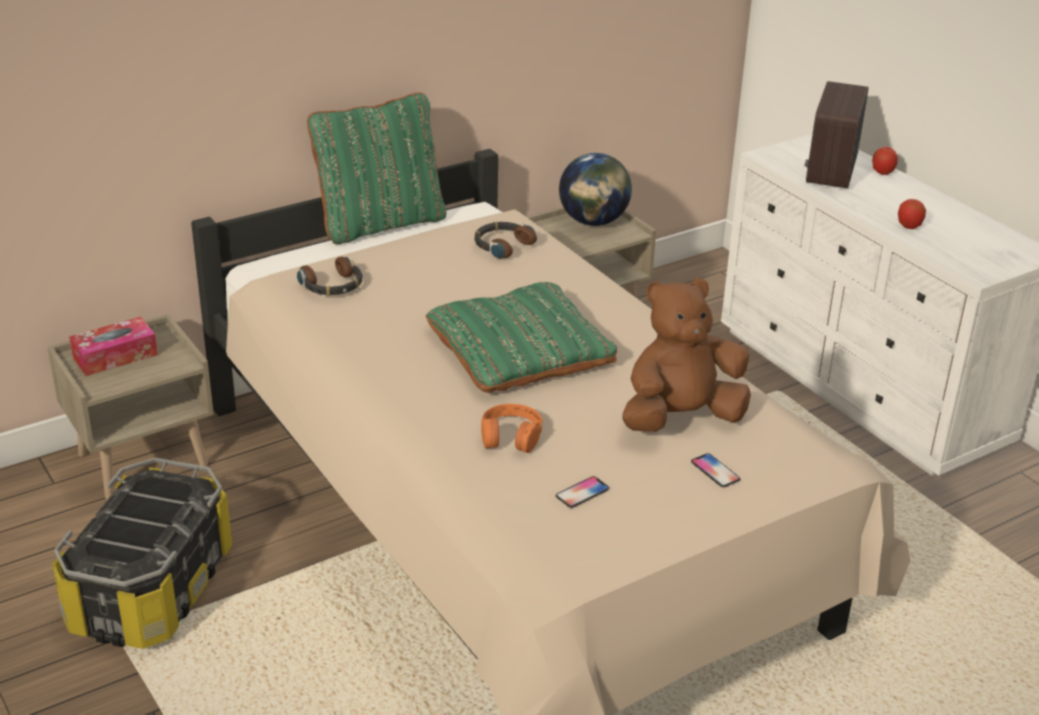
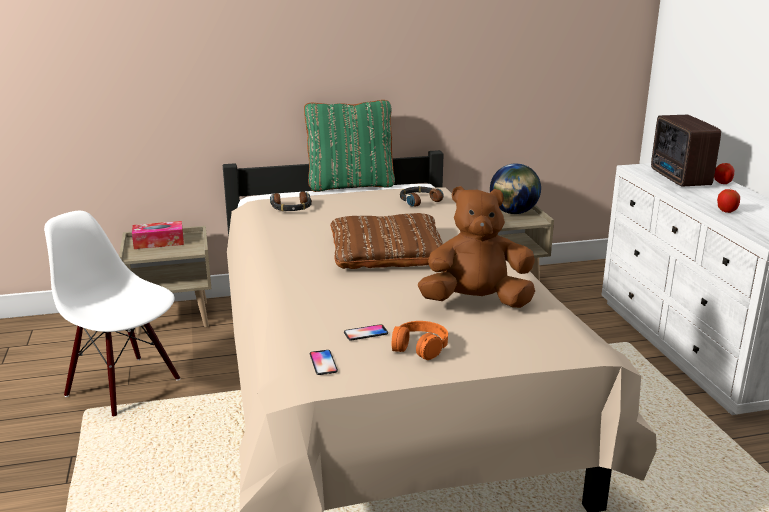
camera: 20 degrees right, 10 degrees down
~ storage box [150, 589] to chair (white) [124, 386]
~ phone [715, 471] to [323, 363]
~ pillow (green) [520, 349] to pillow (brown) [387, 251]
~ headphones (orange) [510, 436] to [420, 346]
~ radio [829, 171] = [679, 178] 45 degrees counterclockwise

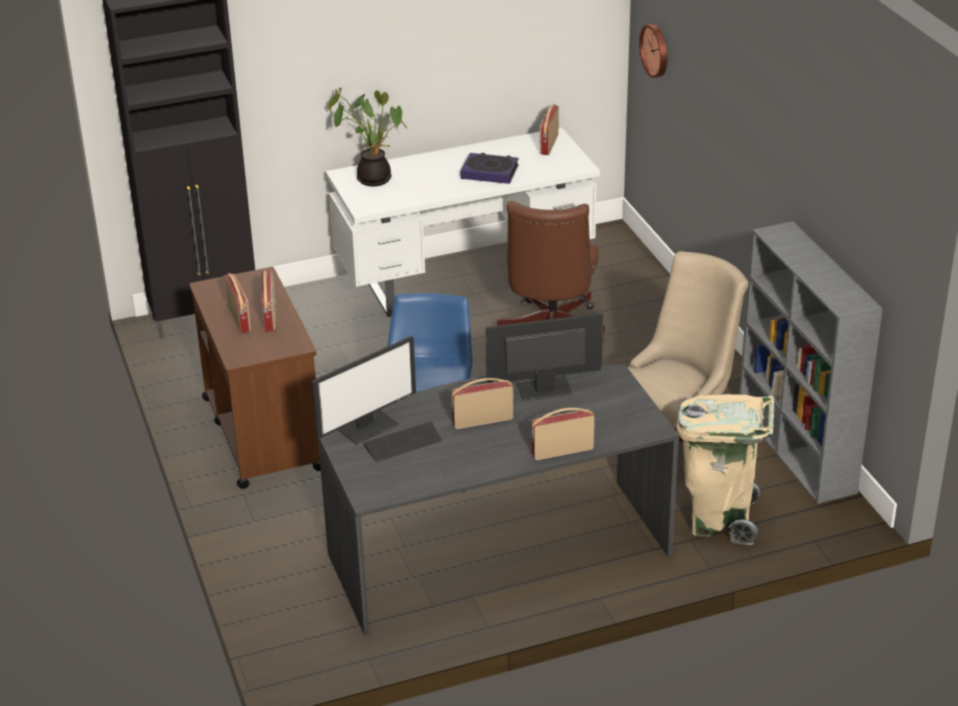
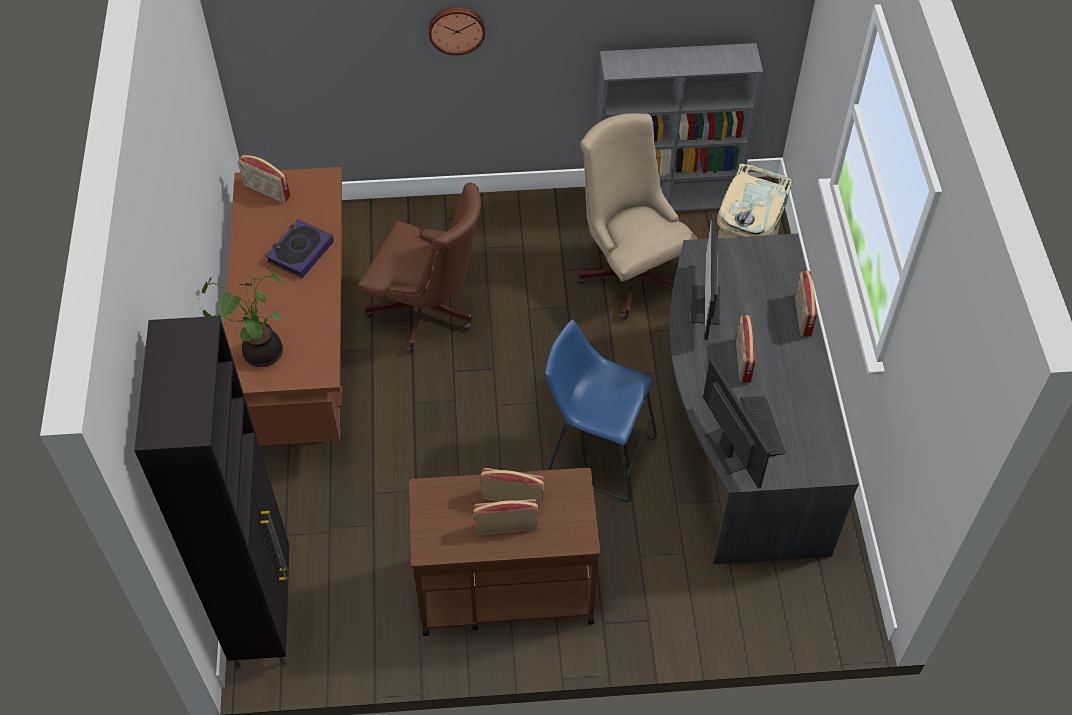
camera: 75 degrees left, 20 degrees up
~ desk (white) [465, 280] to desk (brown) [302, 357]
~ wall clock [656, 50] to [456, 29]

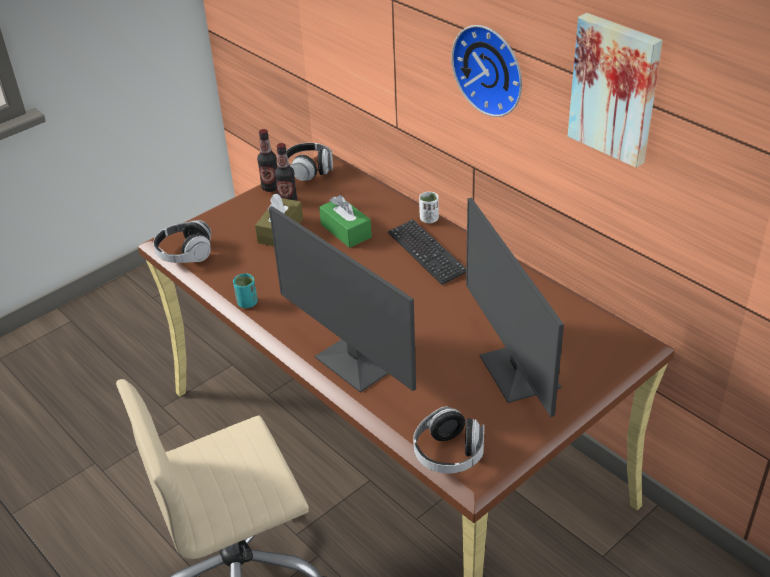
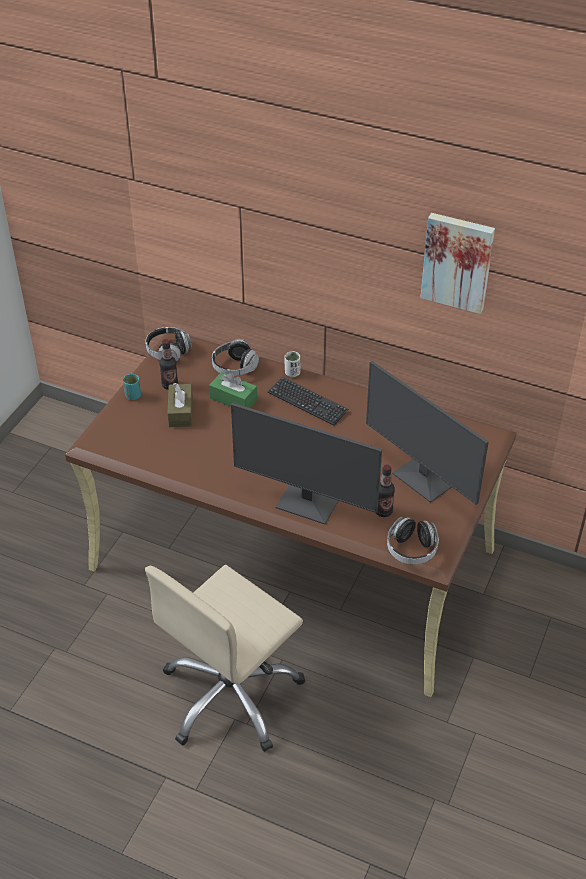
camera: 25 degrees left, 5 degrees up
~ cup (turquoise) [247, 303] to [133, 396]
~ headphones [185, 254] to [234, 367]
~ bottle [270, 187] to [383, 511]
- wall clock [491, 68]

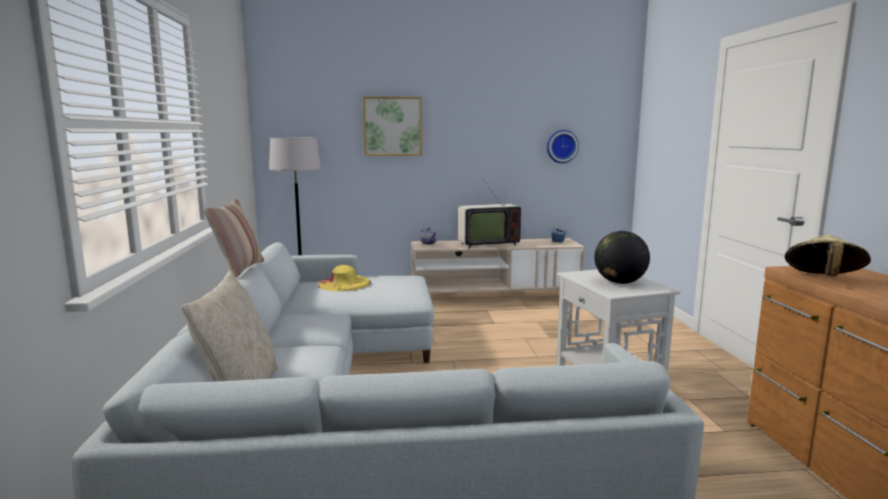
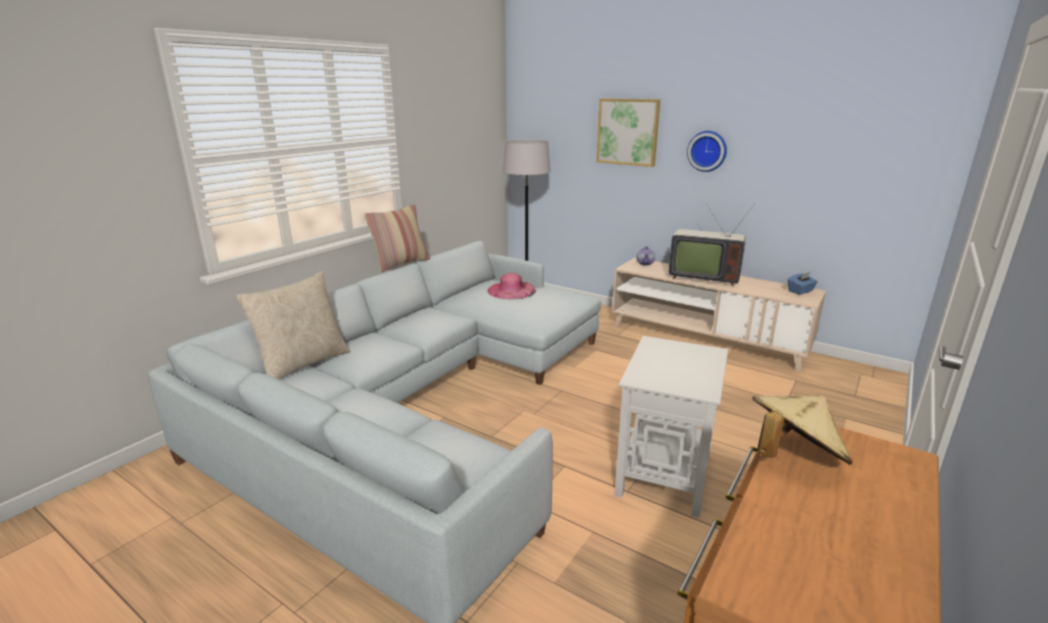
camera: 40 degrees right, 10 degrees up
~ hat (yellow) [344, 283] to hat (pink) [511, 290]
~ wall clock [561, 146] to [707, 151]
- globe [619, 282]

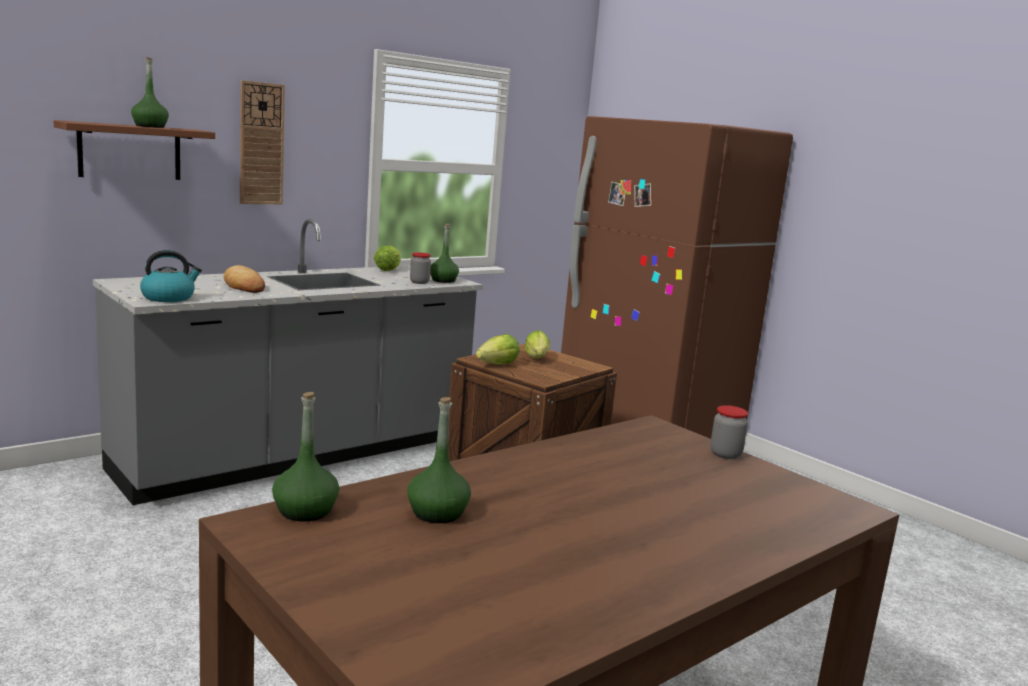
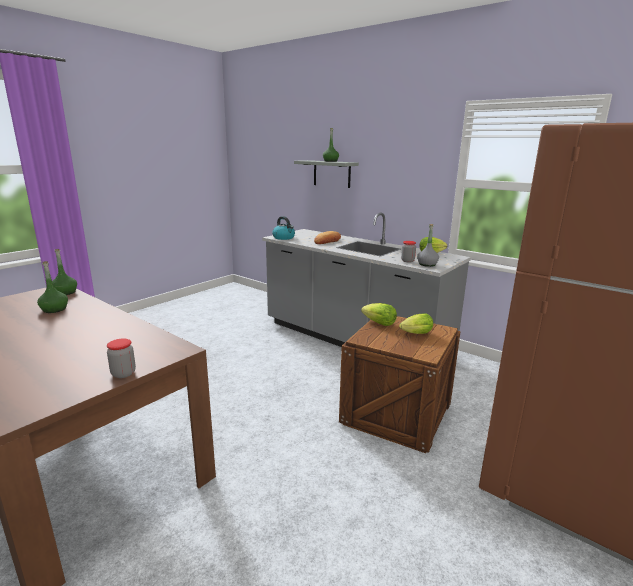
camera: 80 degrees right, 5 degrees up
~ shelf (brown) [130, 151] to shelf (grey) [332, 174]
~ bottle (green) [443, 280] to bottle (grey) [427, 264]
- wall clock [261, 144]

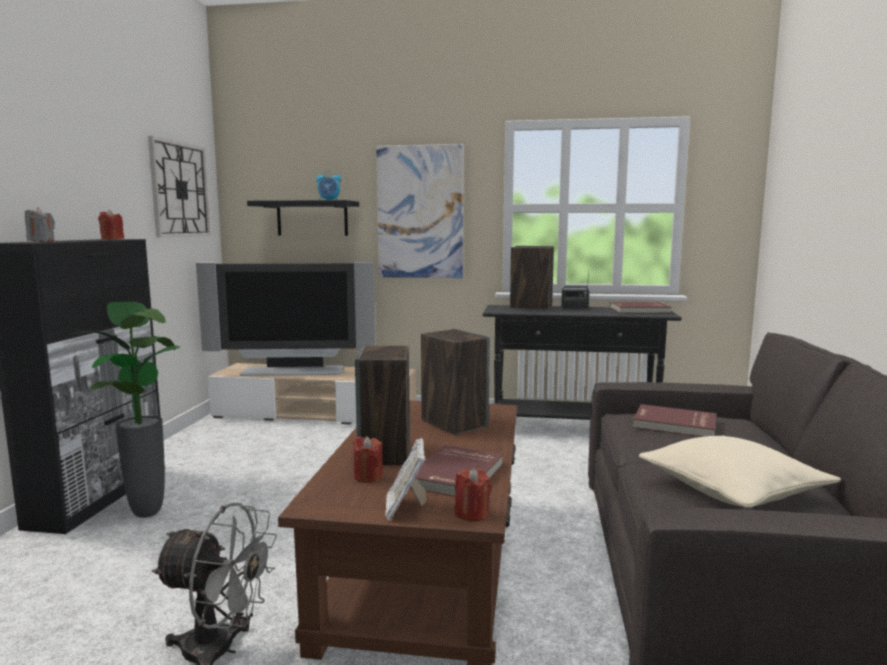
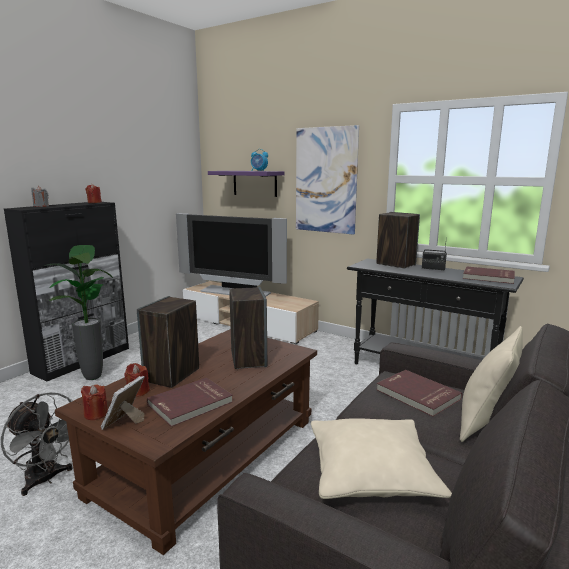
camera: 25 degrees right, 5 degrees up
~ candle (red) [472, 514] to [96, 414]
~ shelf (black) [312, 218] to shelf (purple) [254, 183]
+ pillow (beige) [485, 422]
- wall clock [180, 190]

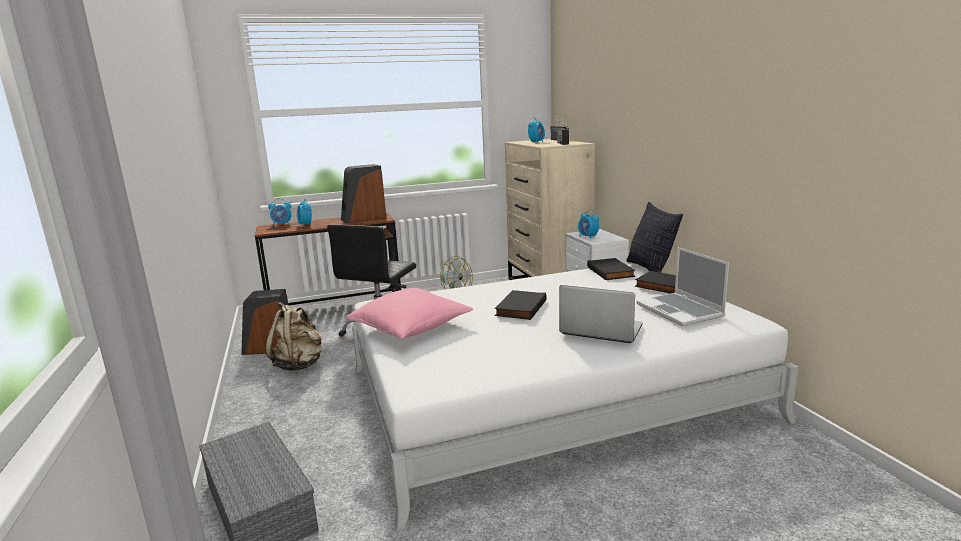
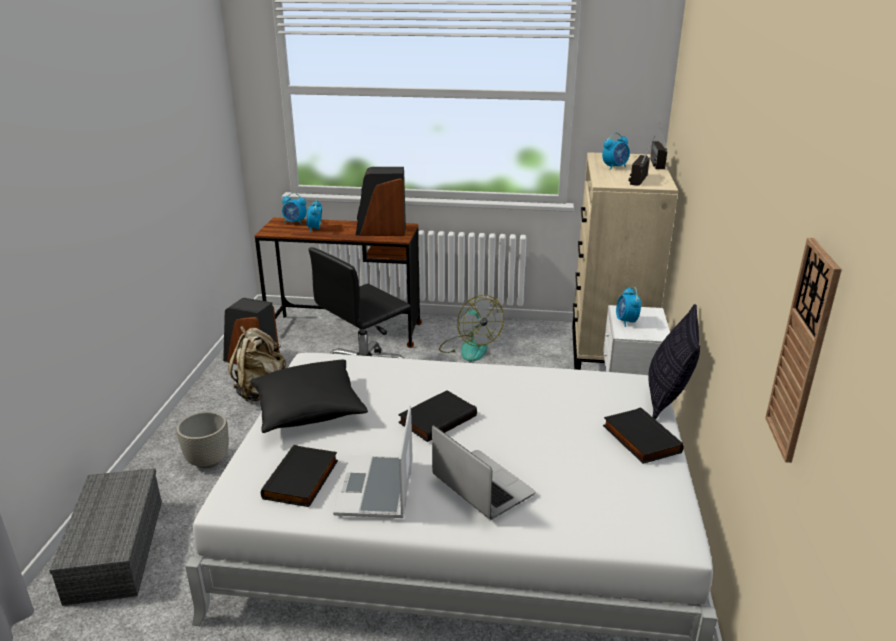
camera: 25 degrees right, 10 degrees up
+ planter (grey) [208, 461]
~ pillow (pink) [410, 327] to pillow (black) [308, 410]
~ book (black) [611, 272] to [302, 480]
~ laptop [681, 311] to [377, 489]
+ wall clock [802, 352]

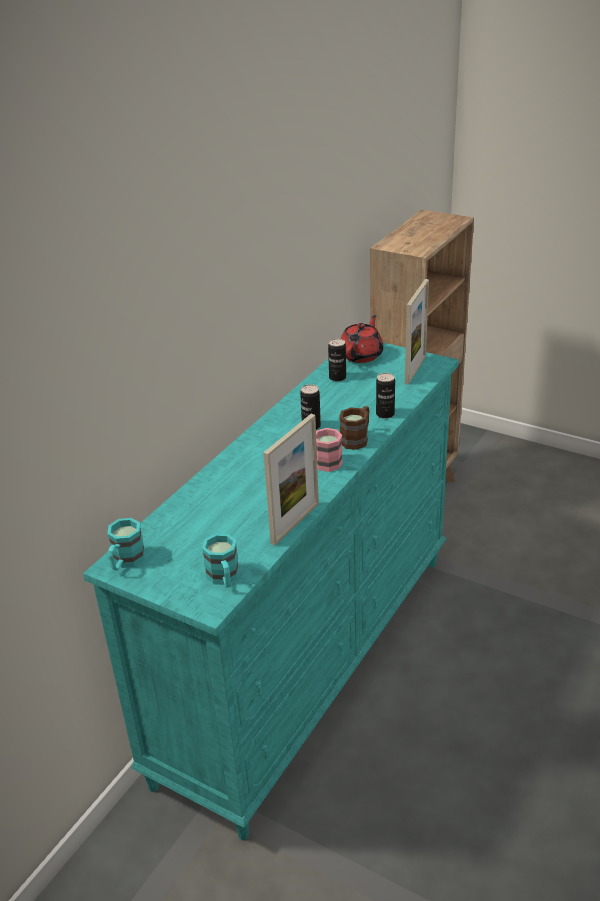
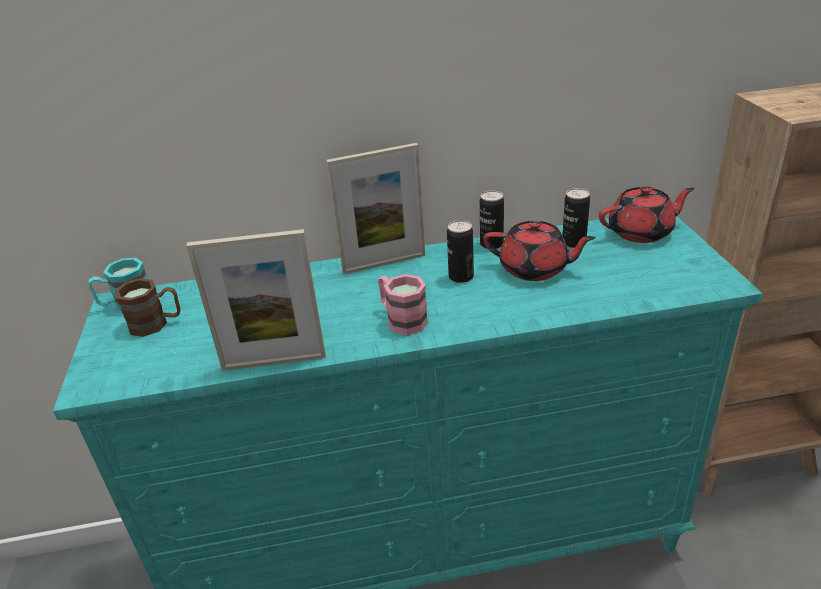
camera: 50 degrees right, 0 degrees up
~ mug (brown) [357, 438] to [156, 324]
~ picture frame [415, 369] to [384, 263]
~ can [385, 414] to [491, 244]
+ teapot (red) [535, 269]
- mug (turquoise) [224, 578]

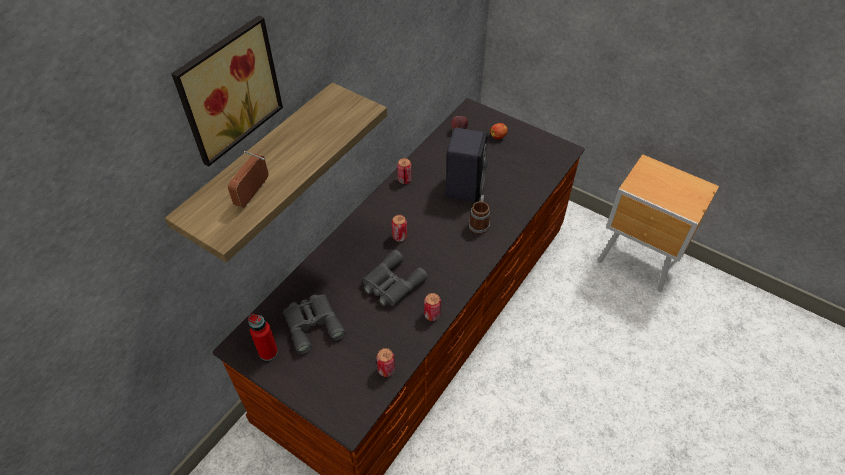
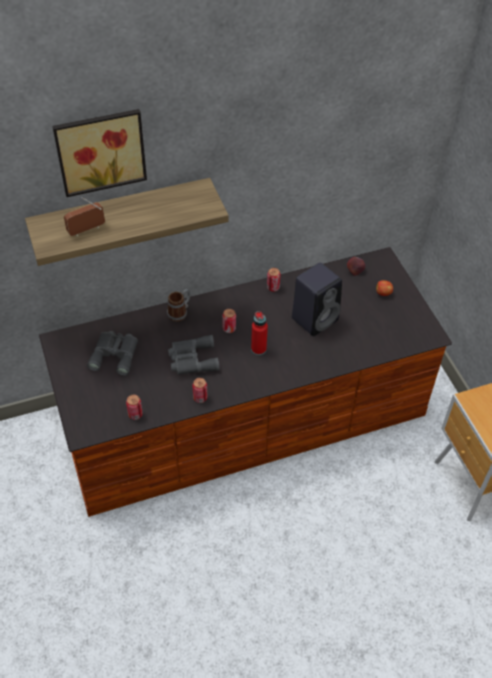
camera: 35 degrees right, 0 degrees up
~ mug [479, 223] to [180, 312]
~ bottle (red) [268, 352] to [258, 349]

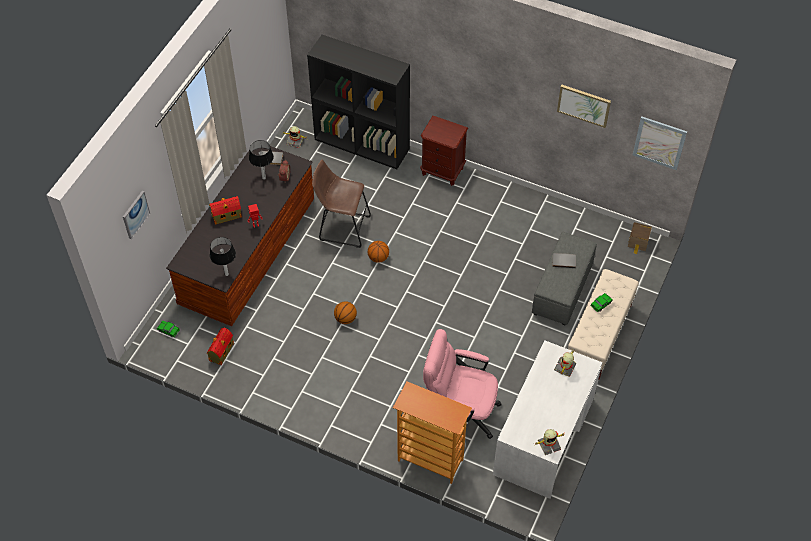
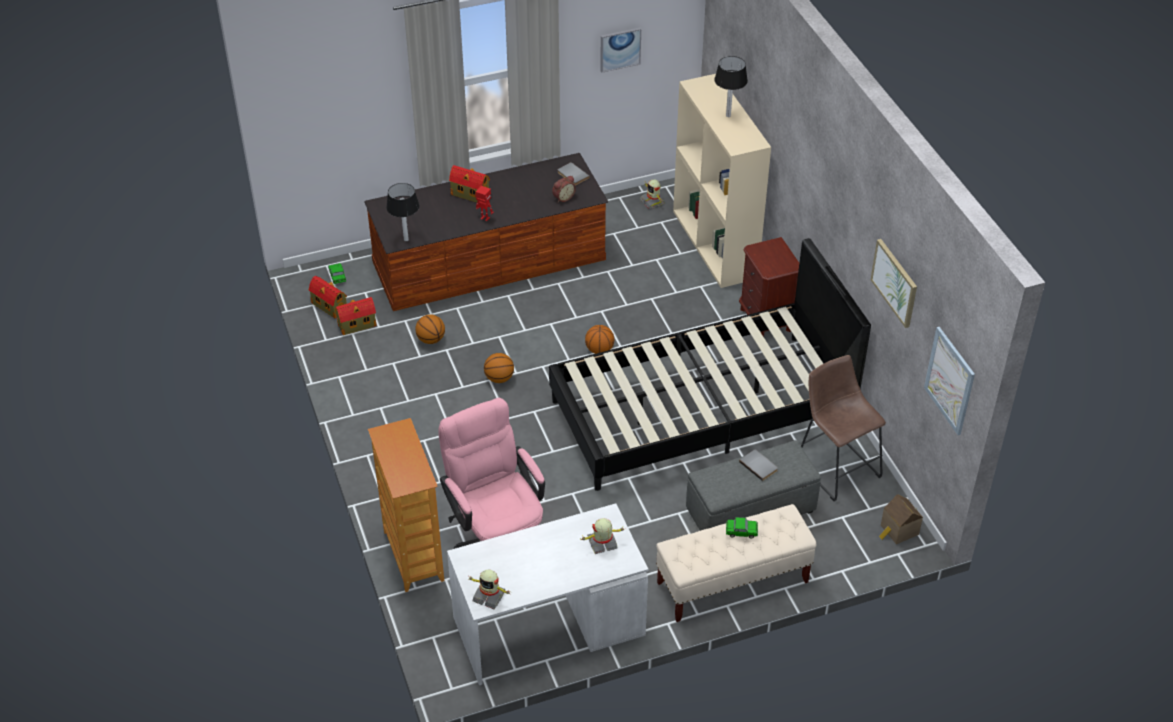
camera: 45 degrees right, 10 degrees down
+ toy house [329, 306]
+ basketball [431, 339]
+ bed (black) [701, 410]
~ picture [135, 214] to [620, 49]
~ bookcase (black) [363, 144] to bookcase (beige) [715, 245]
~ table lamp [264, 178] to [728, 115]
~ stool (brown) [342, 227] to [835, 466]

